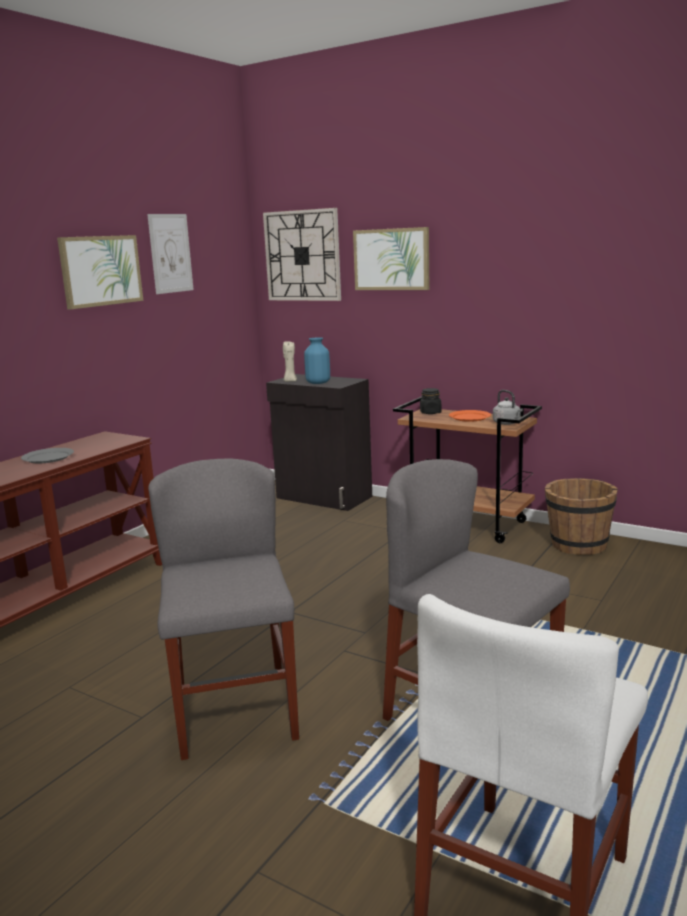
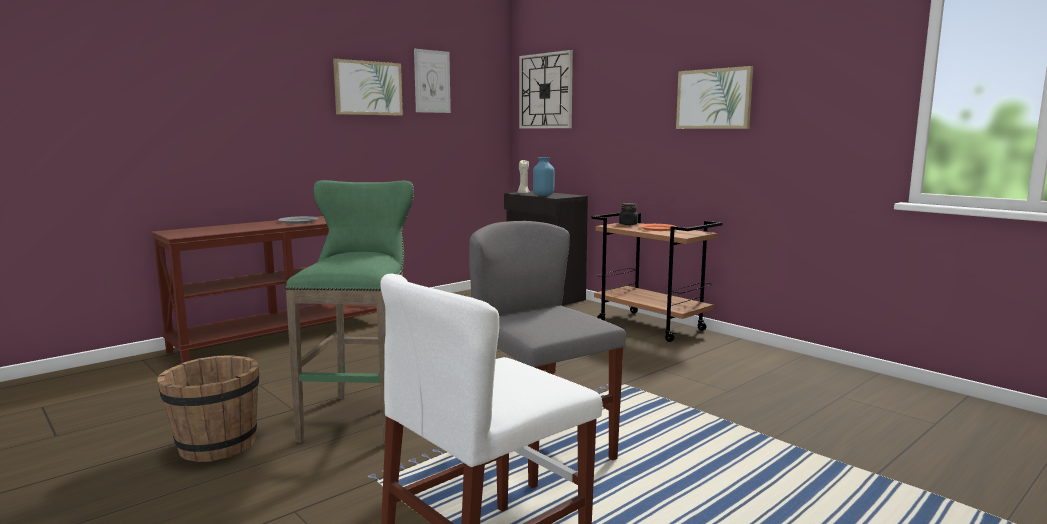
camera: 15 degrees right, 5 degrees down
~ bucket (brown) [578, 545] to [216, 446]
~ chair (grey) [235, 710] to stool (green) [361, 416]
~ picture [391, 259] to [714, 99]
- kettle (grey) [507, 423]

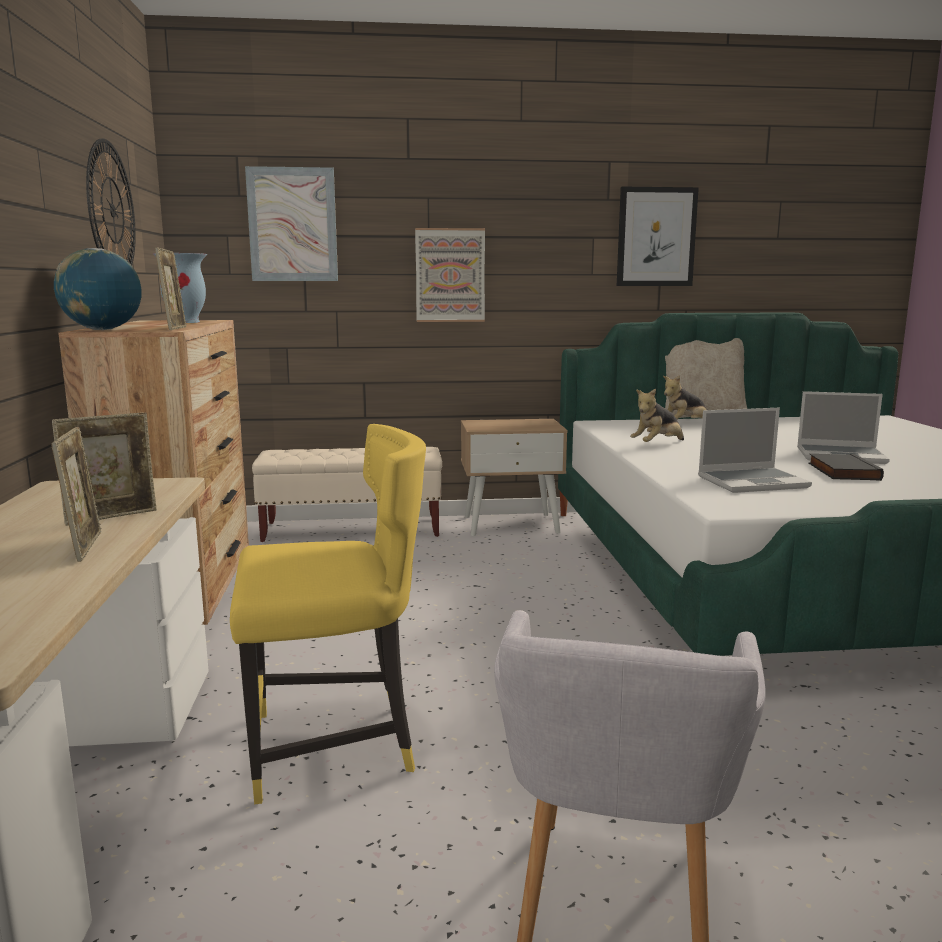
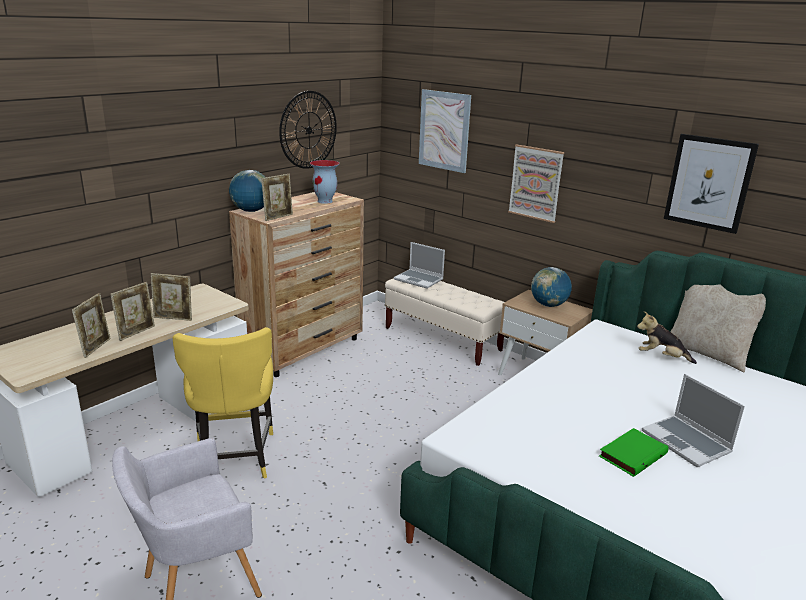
camera: 45 degrees right, 10 degrees up
+ picture frame [96, 347]
~ chair (yellow) [336, 746] = [234, 459] 45 degrees clockwise
~ laptop [753, 482] to [419, 279]
+ globe [548, 305]
~ book (black) [841, 471] to book (green) [631, 454]
- plush toy [657, 445]

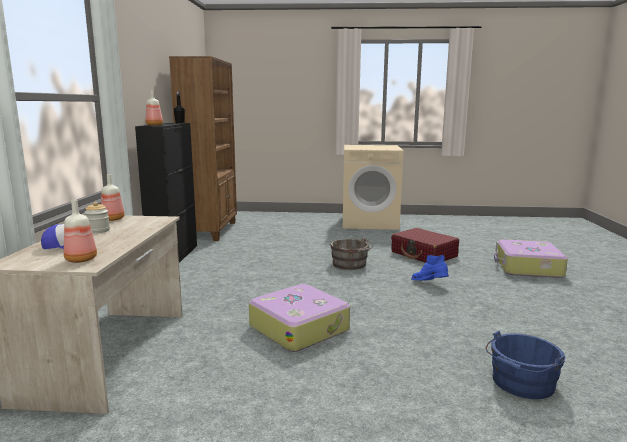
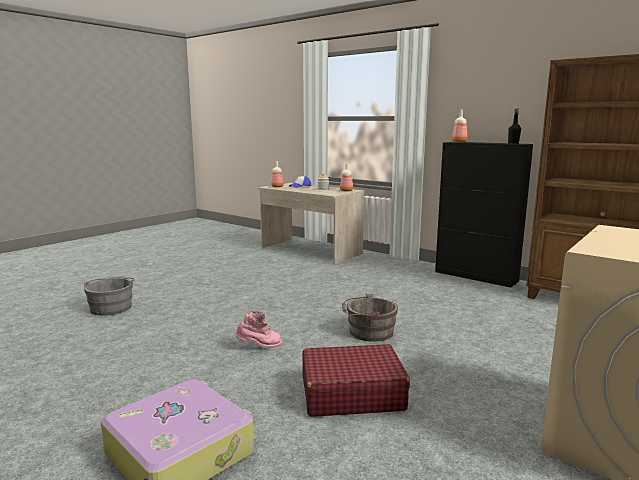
camera: 125 degrees right, 0 degrees up
~ bucket (blue) [521, 383] to bucket (grey) [112, 307]
~ boot (blue) [429, 284] to boot (pink) [259, 347]
- suitcase [299, 327]

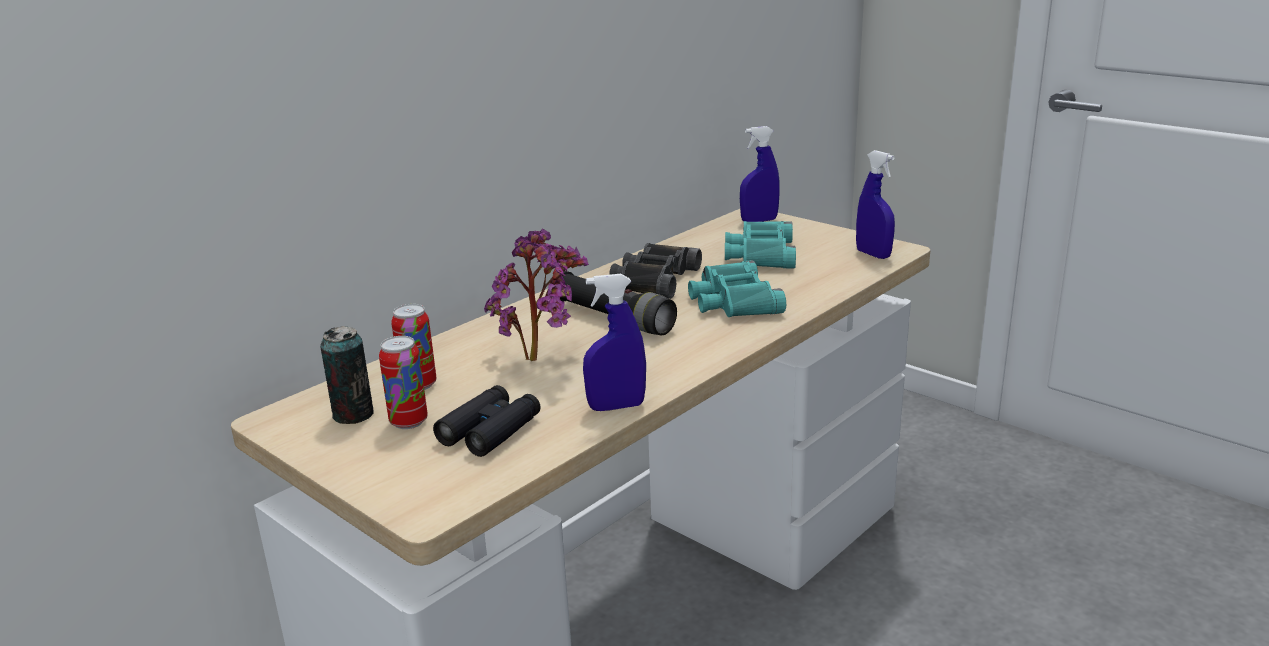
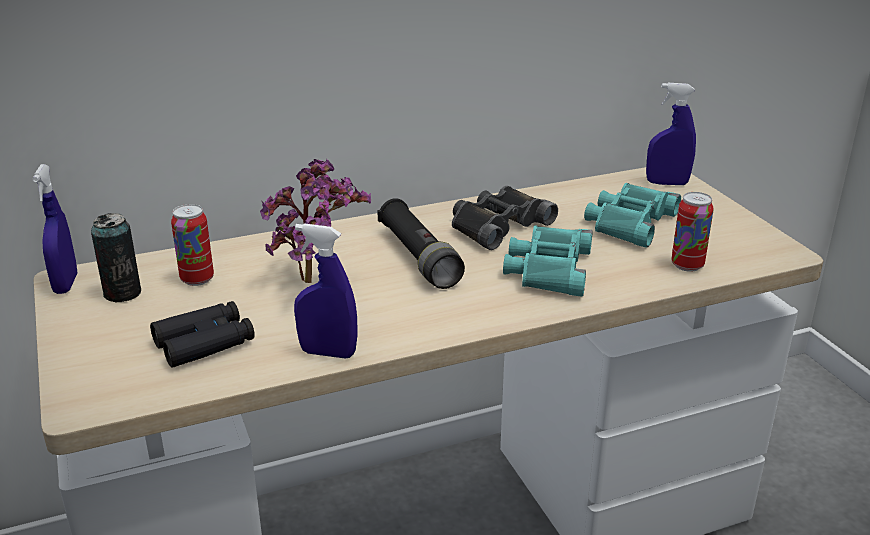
camera: 25 degrees right, 5 degrees up
~ spray bottle (blue) [873, 254] to [66, 284]
~ can [408, 422] to [687, 265]

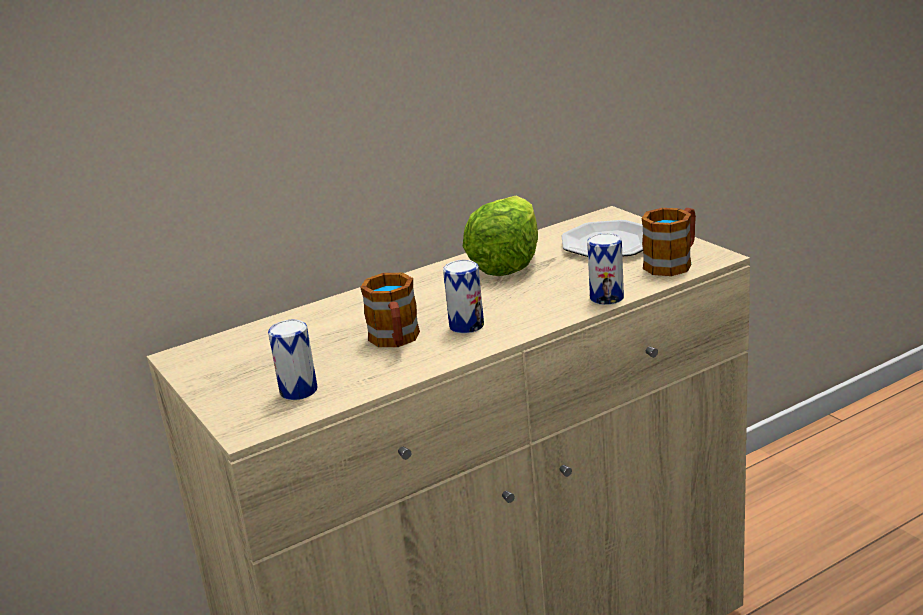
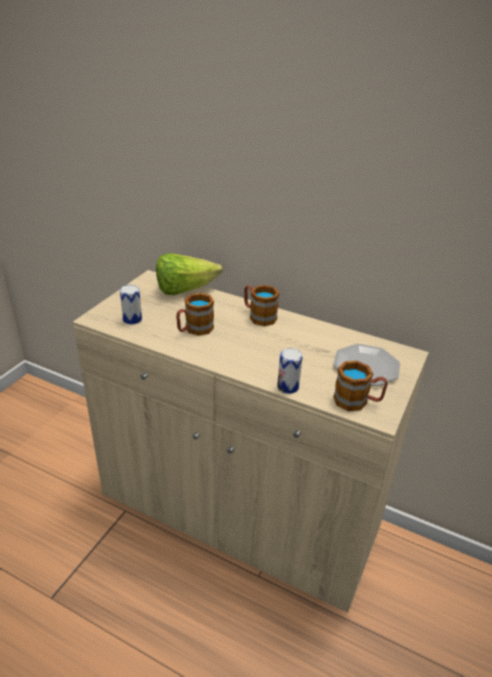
camera: 55 degrees right, 10 degrees up
~ lettuce [507, 262] to [184, 290]
+ mug [258, 316]
- can [466, 326]

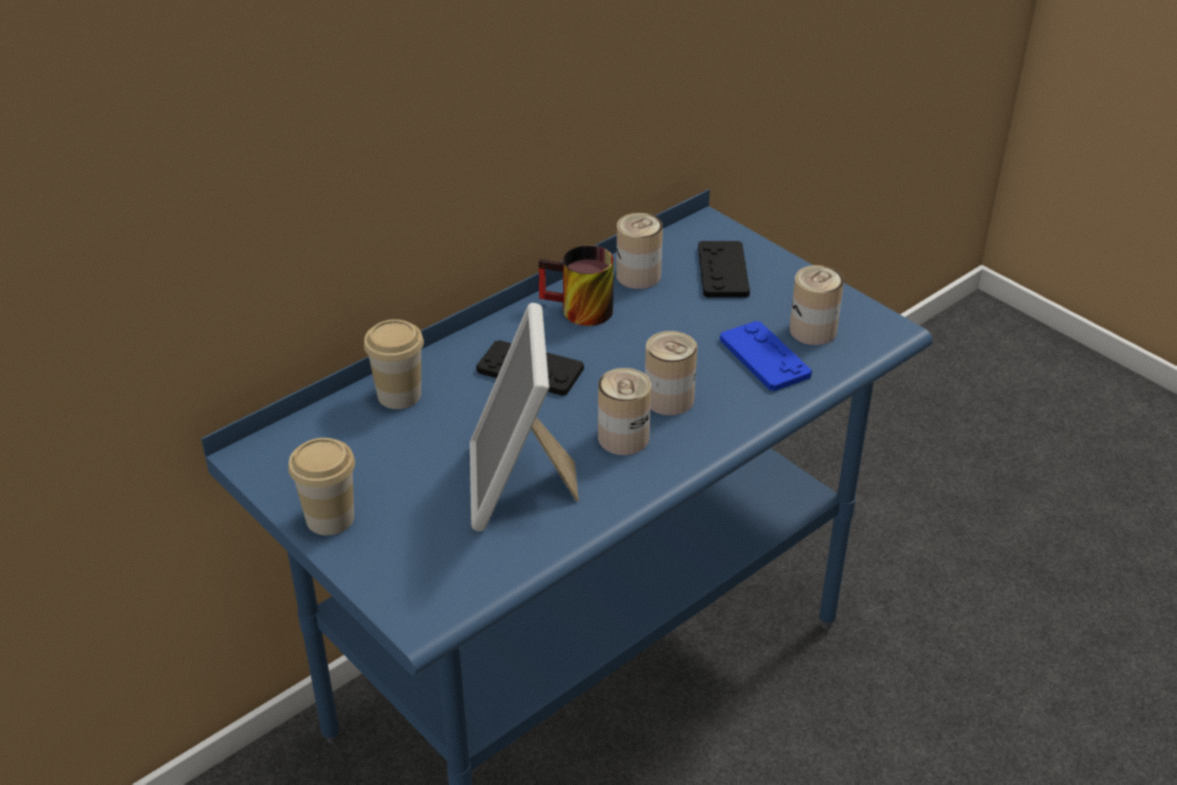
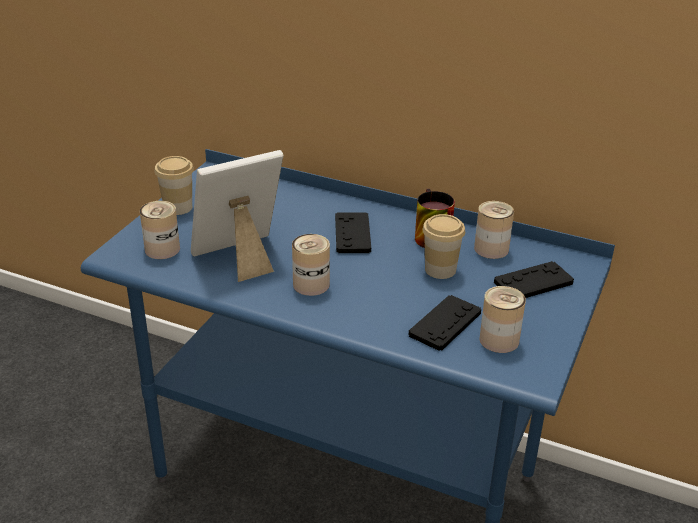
camera: 65 degrees right, 5 degrees down
~ can [669, 399] to [162, 249]
~ game controller (blue) [764, 357] to game controller (black) [445, 324]
~ cup [399, 395] to [440, 269]

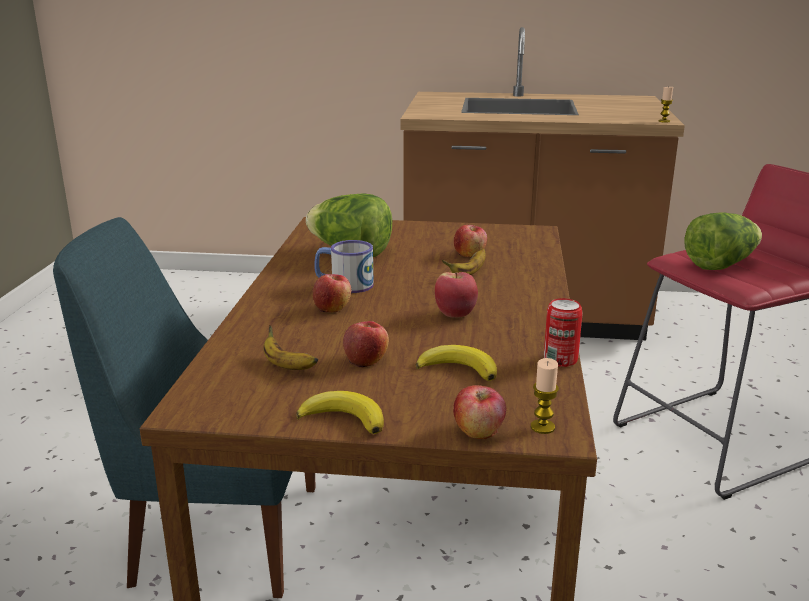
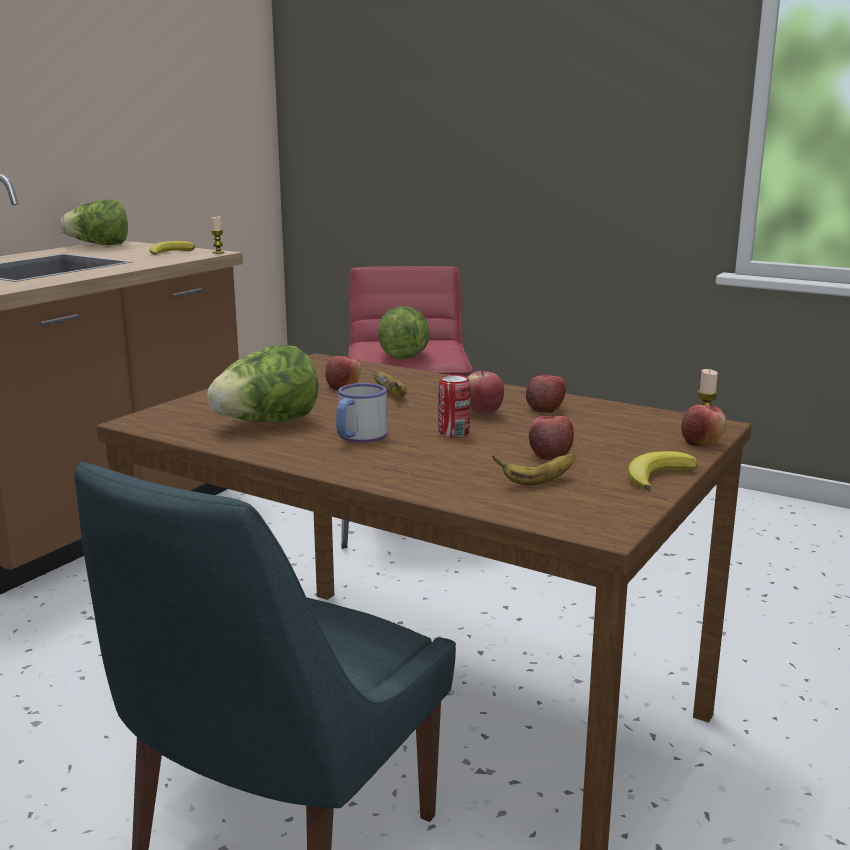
camera: 65 degrees left, 5 degrees down
+ lettuce [99, 245]
~ banana [458, 368] to [170, 252]
~ can [560, 359] to [453, 433]
~ apple [332, 308] to [545, 408]

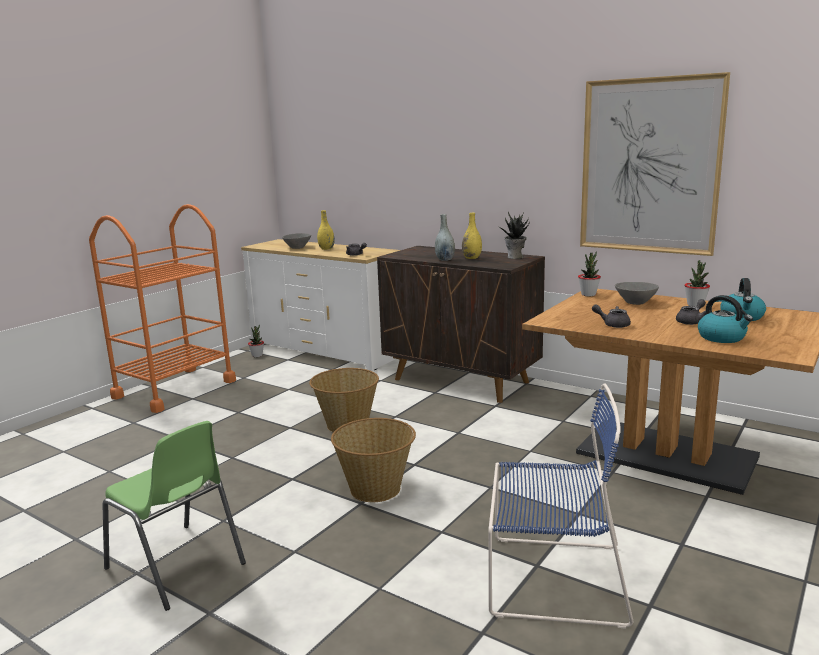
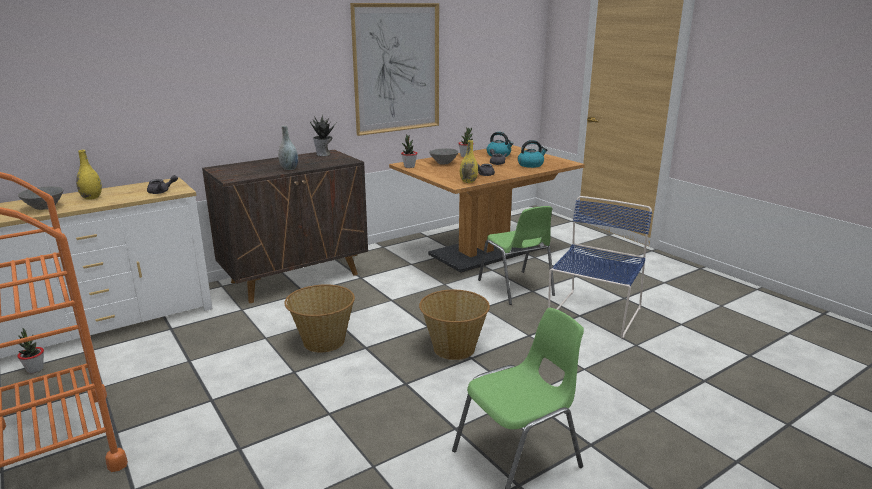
camera: 70 degrees left, 5 degrees up
~ vase (yellow) [471, 258] to [468, 181]
+ chair (green) [516, 288]

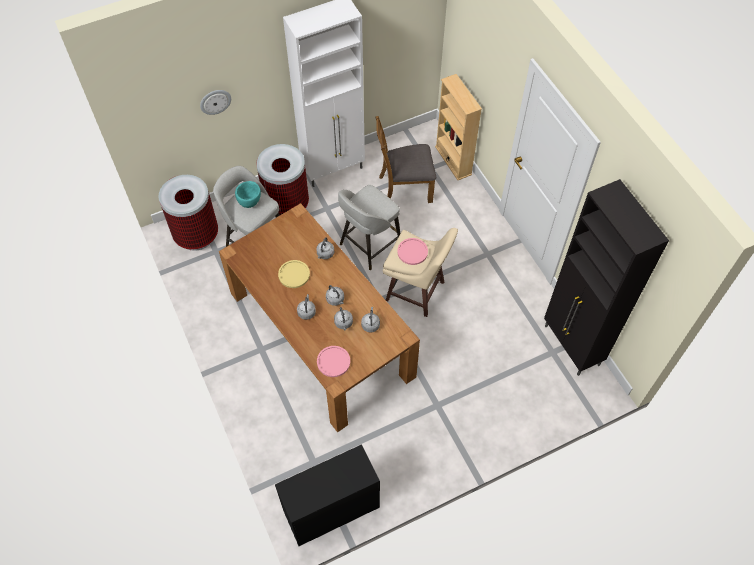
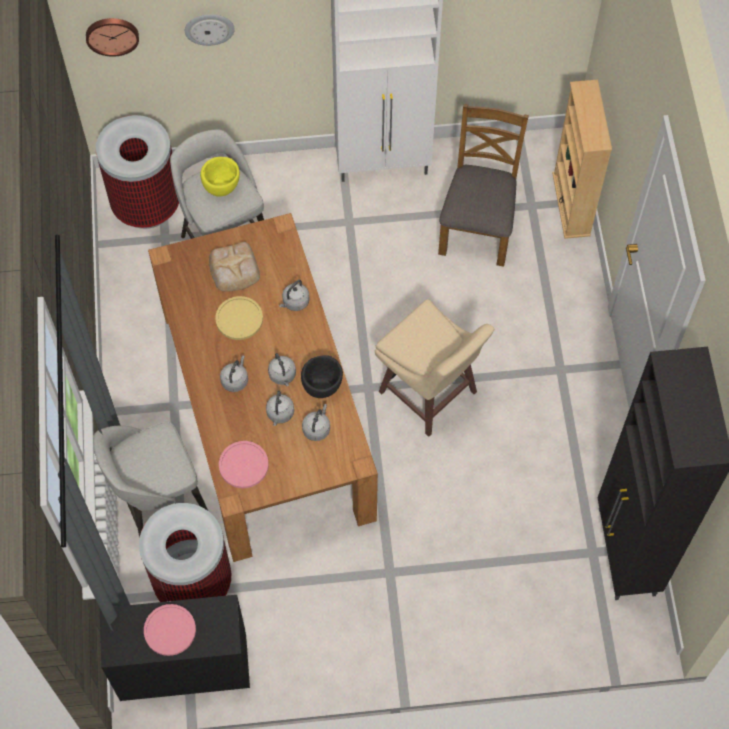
camera: 20 degrees right, 5 degrees up
+ wall clock [112, 34]
~ stool (grey) [369, 245] to [160, 504]
~ trash can [287, 205] to [193, 581]
~ plate (pink) [412, 252] to [170, 630]
~ bowl (turquoise) [250, 203] to bowl (yellow) [222, 189]
+ bread [234, 270]
+ bowl (black) [322, 387]
~ chair (brown) [404, 188] = [478, 226] 90 degrees clockwise

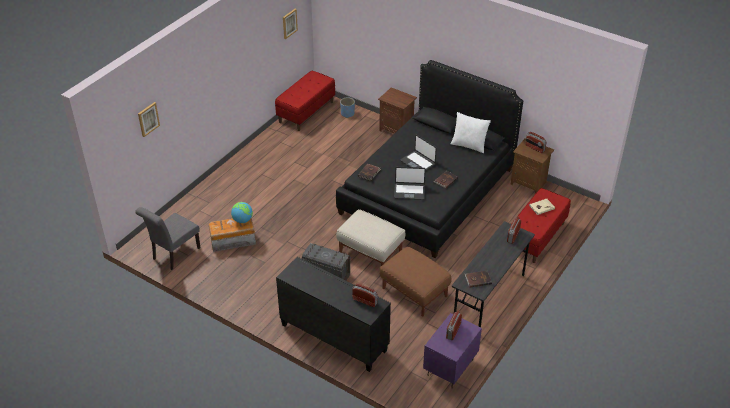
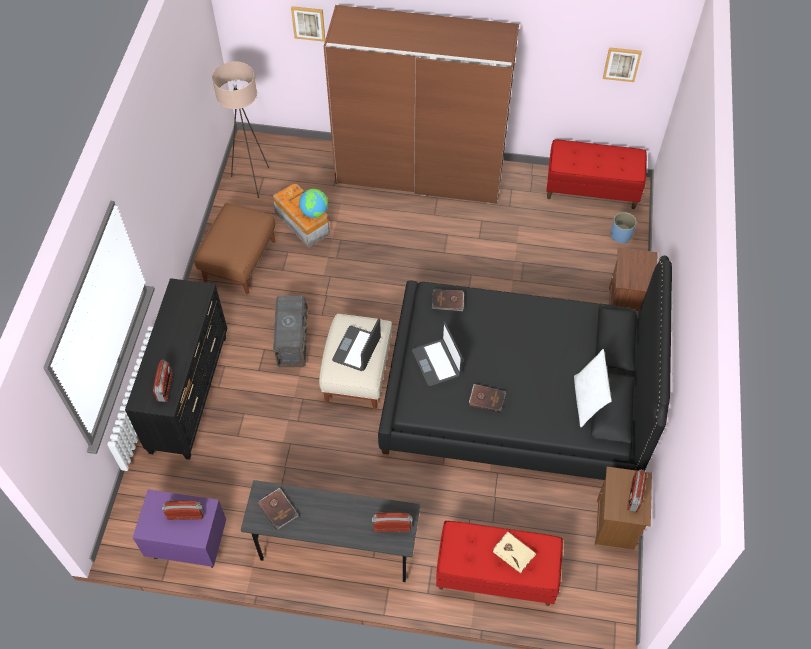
camera: 65 degrees right, 15 degrees up
~ ottoman (brown) [414, 291] to [240, 260]
~ chair (grey) [174, 255] to floor lamp (beige) [252, 180]
+ wardrobe (brown) [420, 174]
~ laptop [418, 162] to [357, 349]

